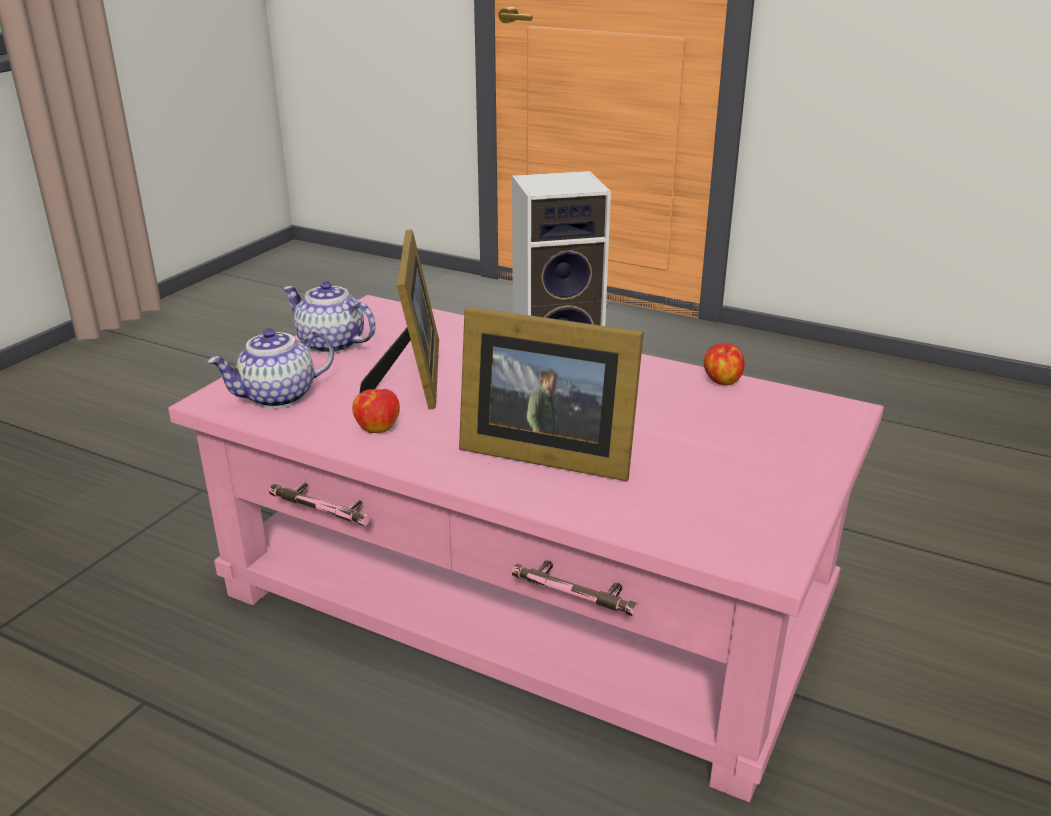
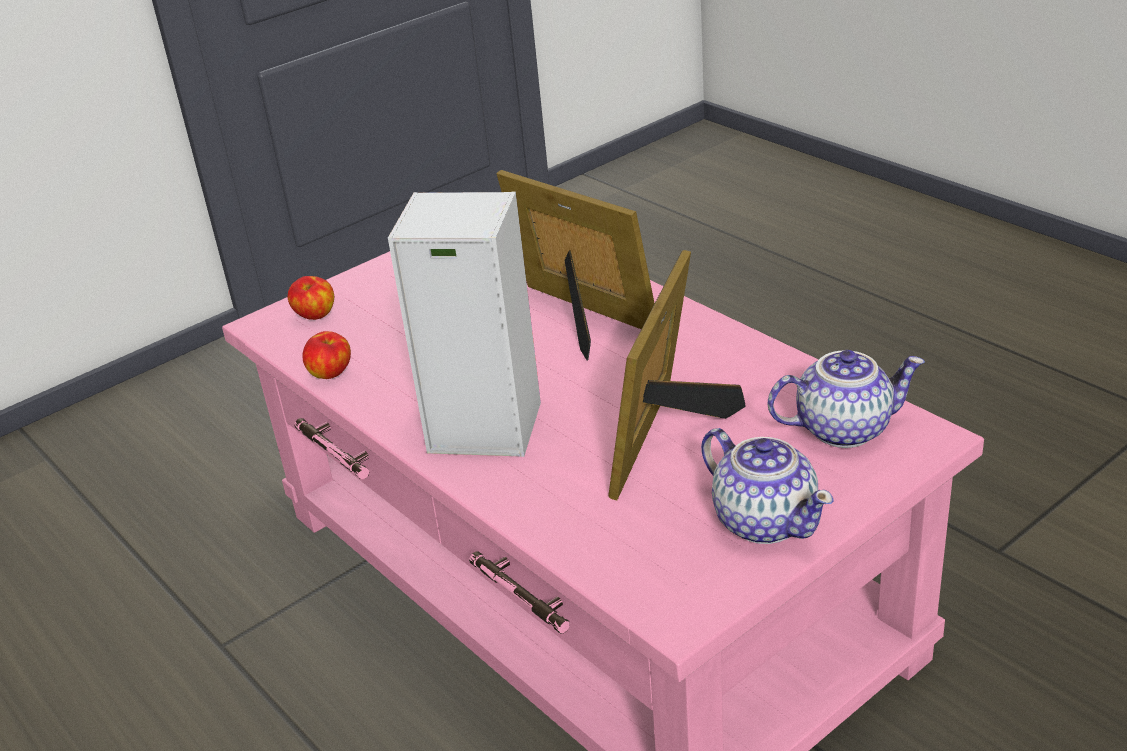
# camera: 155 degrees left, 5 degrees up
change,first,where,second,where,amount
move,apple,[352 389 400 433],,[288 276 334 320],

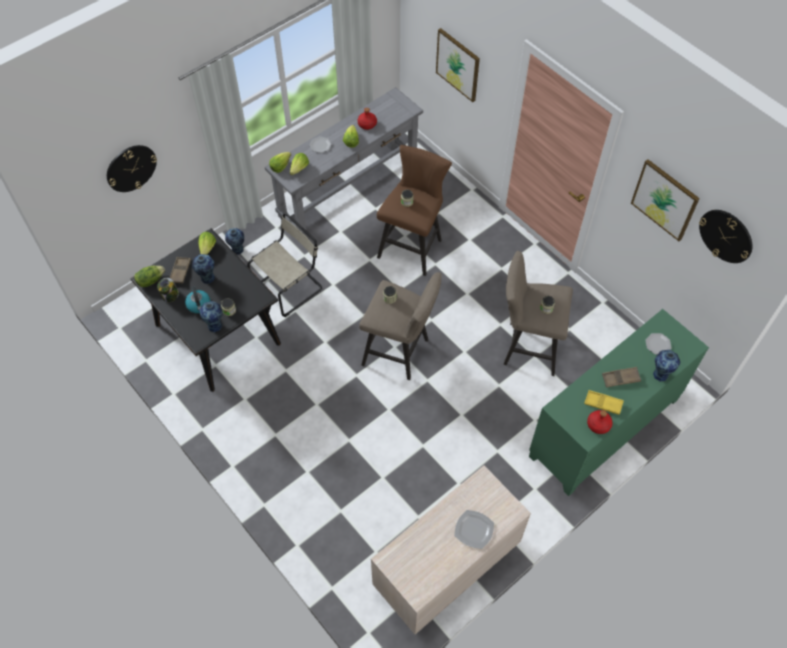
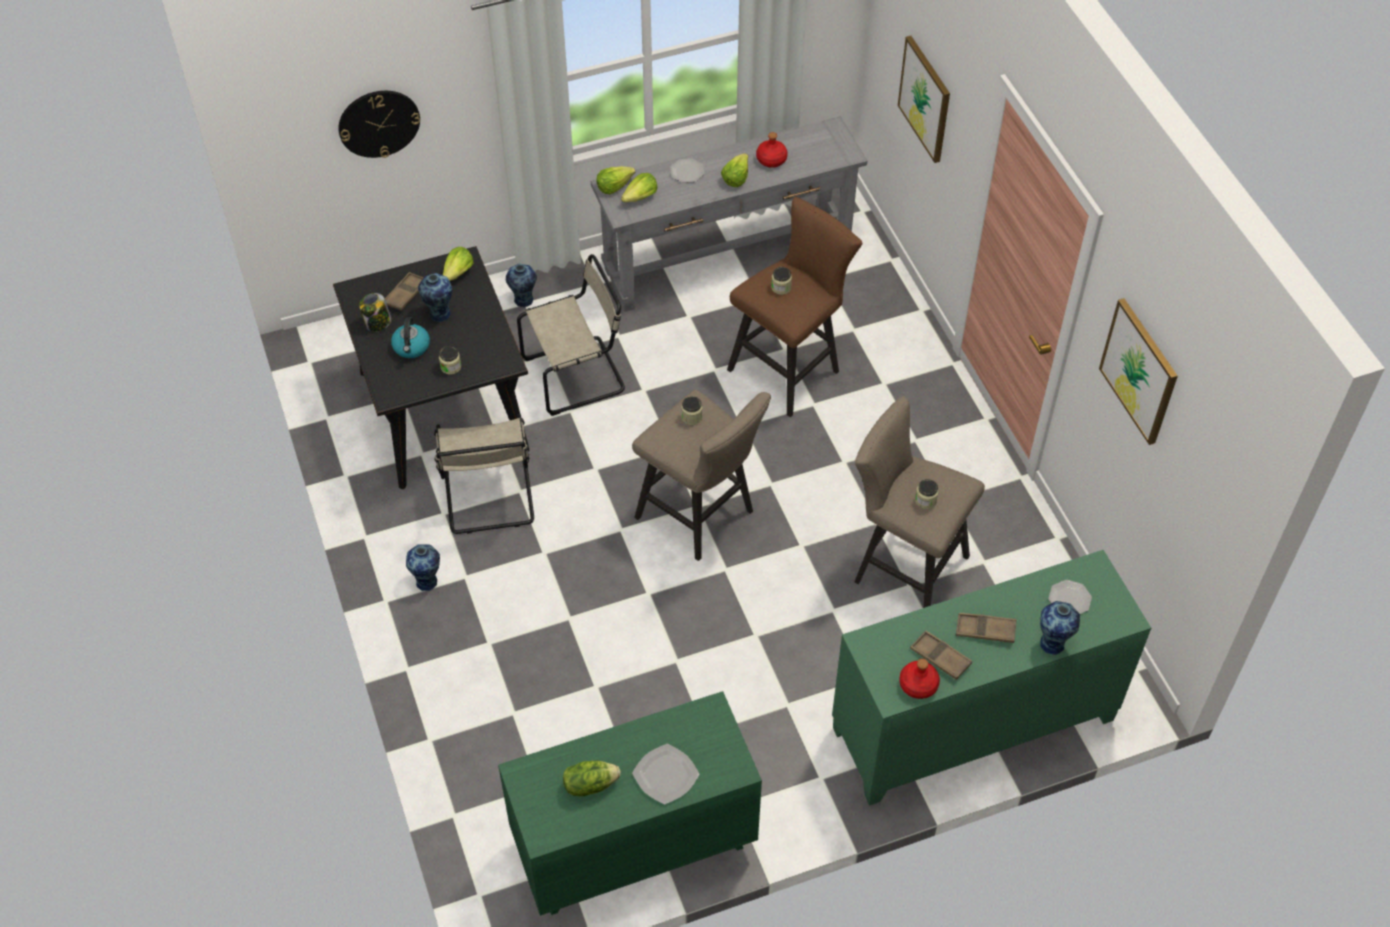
# camera: 20 degrees right, 5 degrees down
change,first,where,second,where,amount
delete,wall clock,[699 210 753 263],,,
insert,,,beige chair,[434 414 534 534],
move,lettuce,[134 266 165 287],,[563 761 621 796],
move,vase,[199 301 223 332],,[406 544 440 592],
recolor,beige dresser,[371 465 531 635],green dresser,[498 691 762 916],
recolor,yellow tray,[584 390 624 415],brown tray,[910 630 972 680],

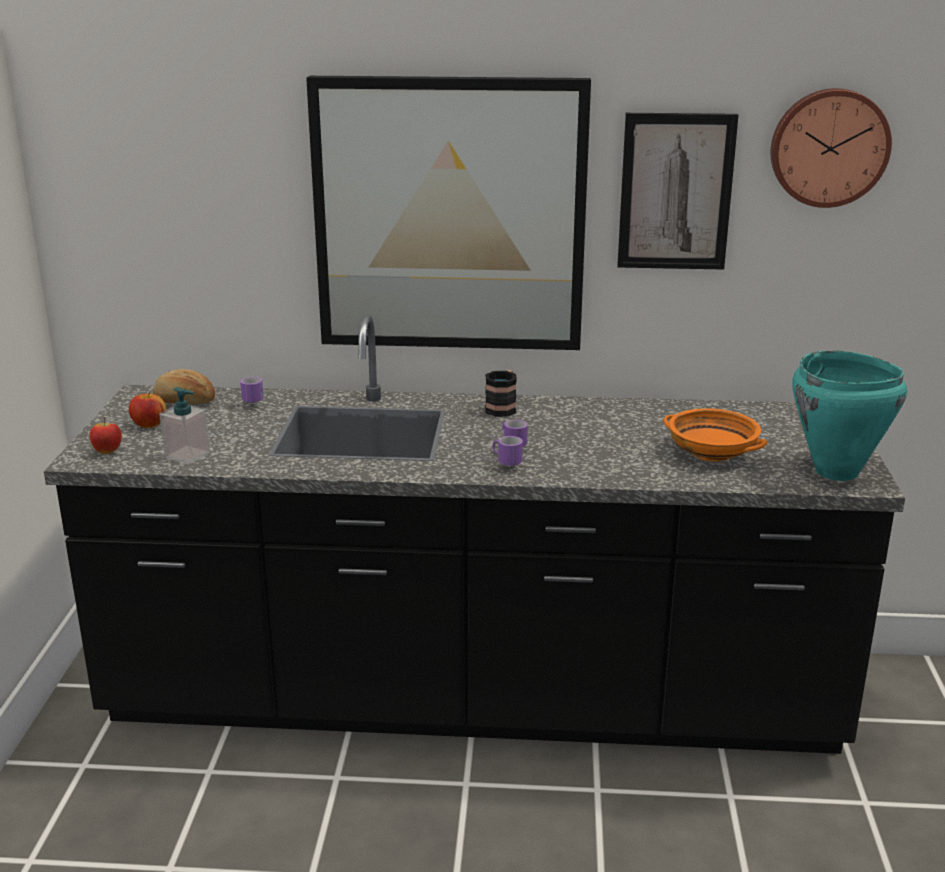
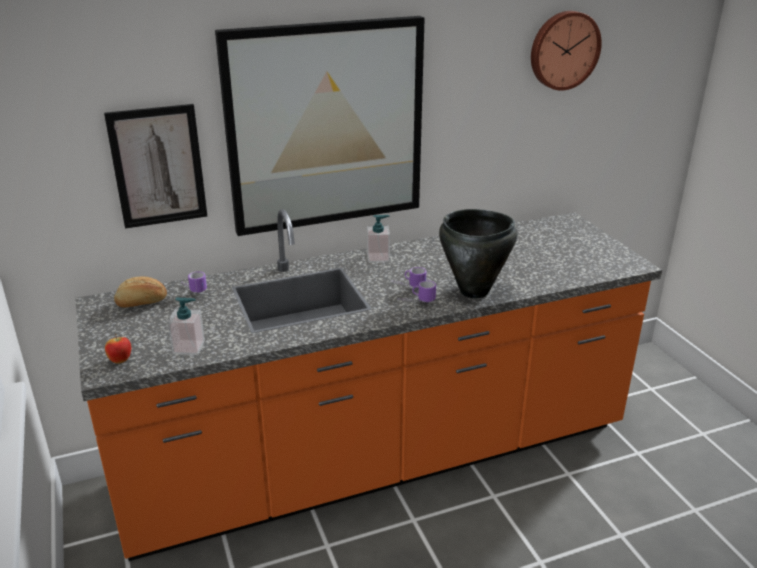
# camera: 25 degrees left, 5 degrees up
change,first,where,second,where,amount
delete,apple,[129 392 166 428],,,
delete,orange bowl,[663 408 768 462],,,
delete,turquoise cooking pot,[792 350 907 481],,,
insert,,,black cooking pot,[439 209 518 298],
move,picture,[617 113 739 270],,[104 104 207 229],
replace,mug,[485 370 517 417],soap dispenser,[367 215 390 263],
recolor,black counter,[44 314 905 754],orange counter,[75 209 662 561],

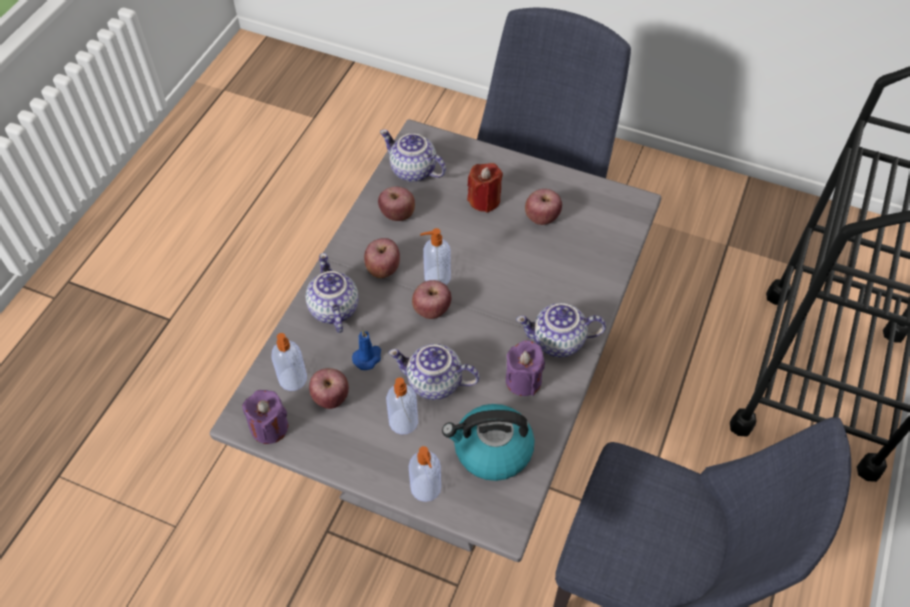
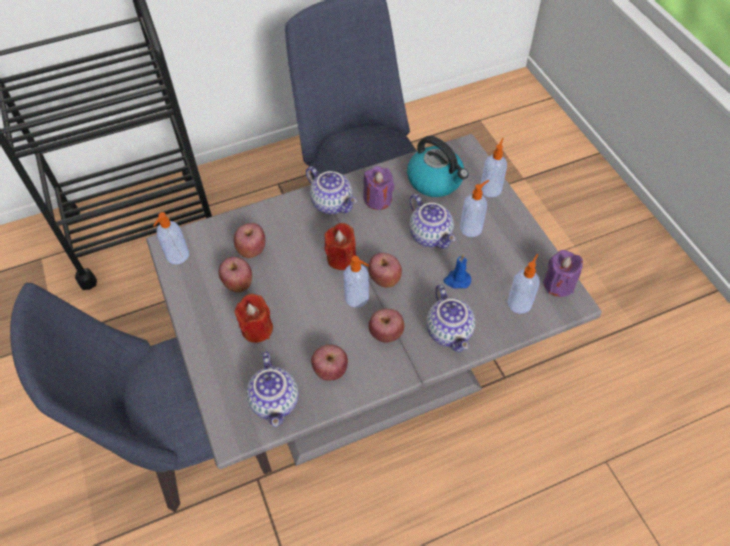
# camera: 135 degrees left, 0 degrees up
change,first,where,second,where,amount
insert,,,soap dispenser,[153 212 189 264],
insert,,,red candle,[324 223 356 270],
move,apple,[309 368 349 409],,[234 223 265 258],
rotate,teapot,[306 253 359 333],,[426 284 475 352],45 degrees counterclockwise

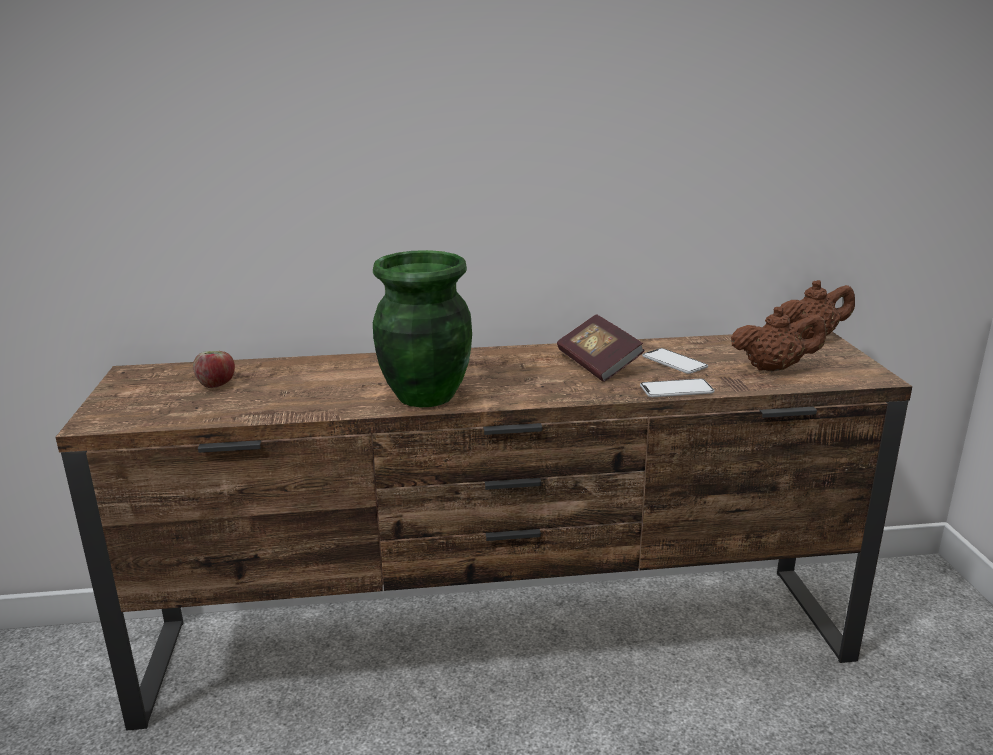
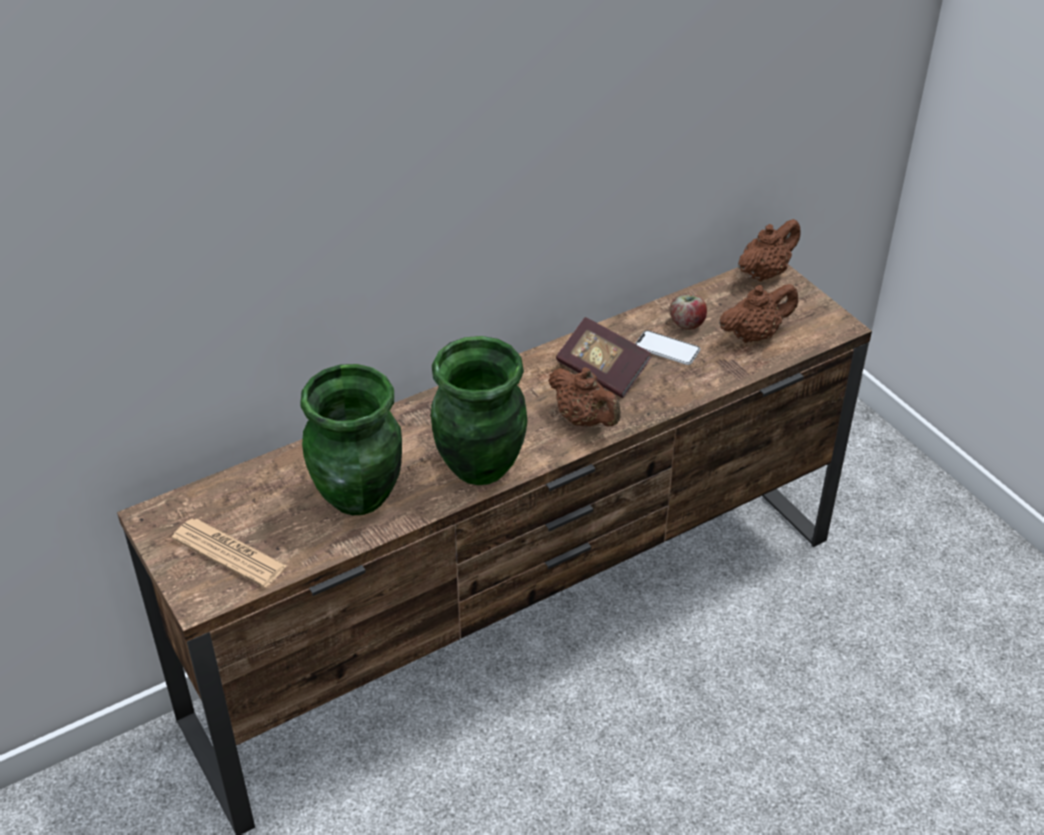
# camera: 25 degrees left, 20 degrees up
change,first,where,second,where,amount
delete,phone,[640 379 715 397],,,
insert,,,newspaper,[172 519 287 588],
insert,,,green vase,[300 364 402 515],
insert,,,brown teapot,[548 367 621 427],
move,apple,[193 351 235 388],,[670 294 707 330],

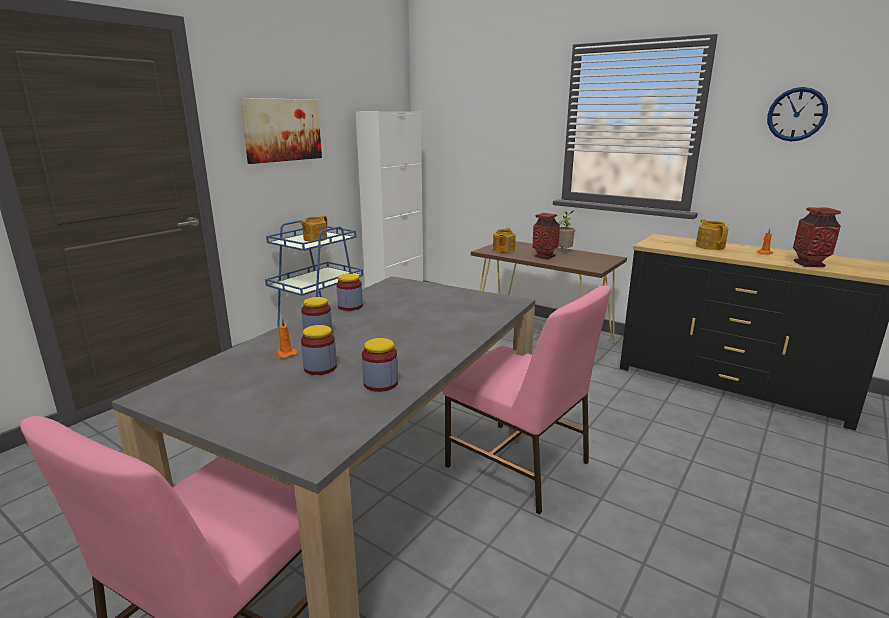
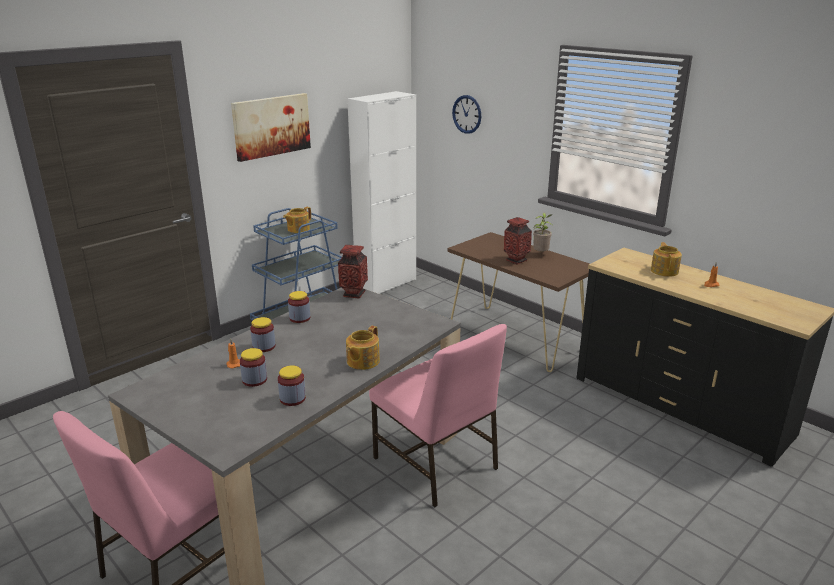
# camera: 10 degrees right, 5 degrees up
change,first,where,second,where,amount
move,teapot,[493 228 516 253],,[346 326 380 370],
move,wall clock,[767 87 828 141],,[452 95 481 134],
move,vase,[793 207 841 267],,[338 245 368 299],

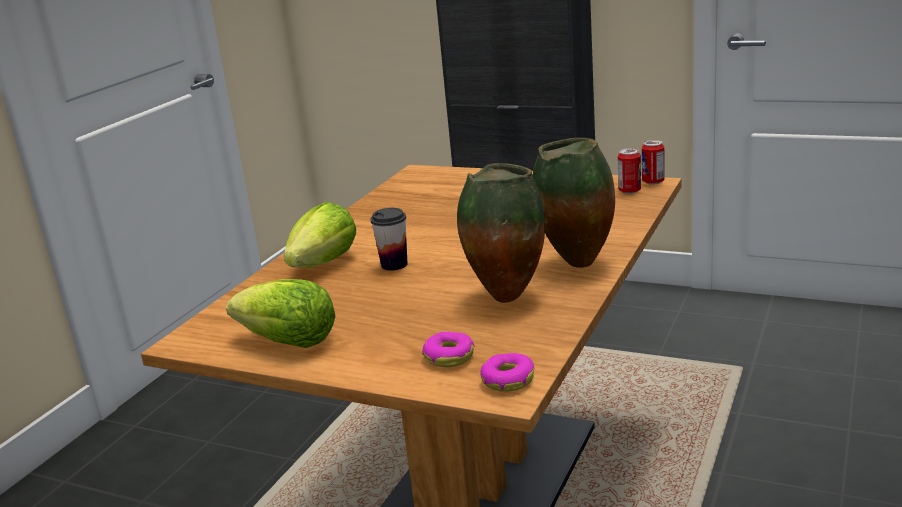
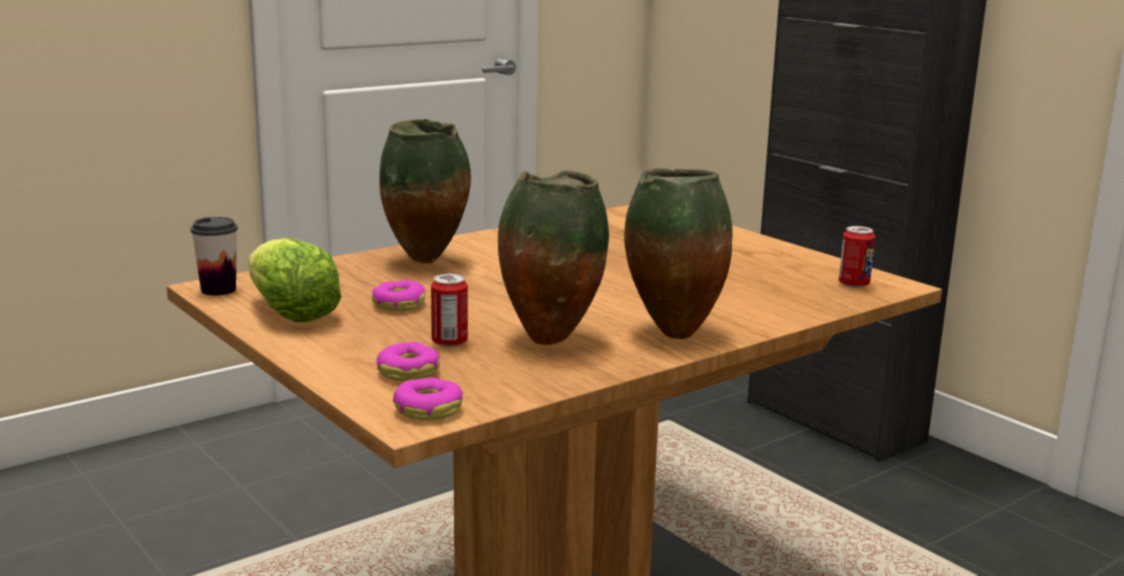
# camera: 25 degrees right, 5 degrees down
change,first,where,second,where,amount
insert,,,donut,[372 280 426 311],
move,cup,[370 208 408 271],,[190 217 238 296],
move,can,[642 140 664 185],,[431 274 468 347],
replace,lettuce,[284 202 356 268],vase,[379 119 471 263],

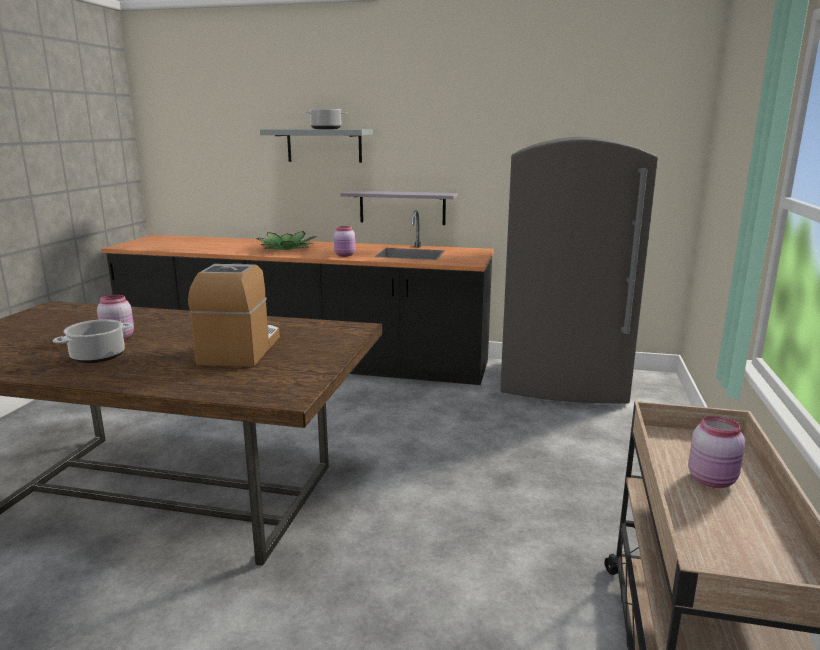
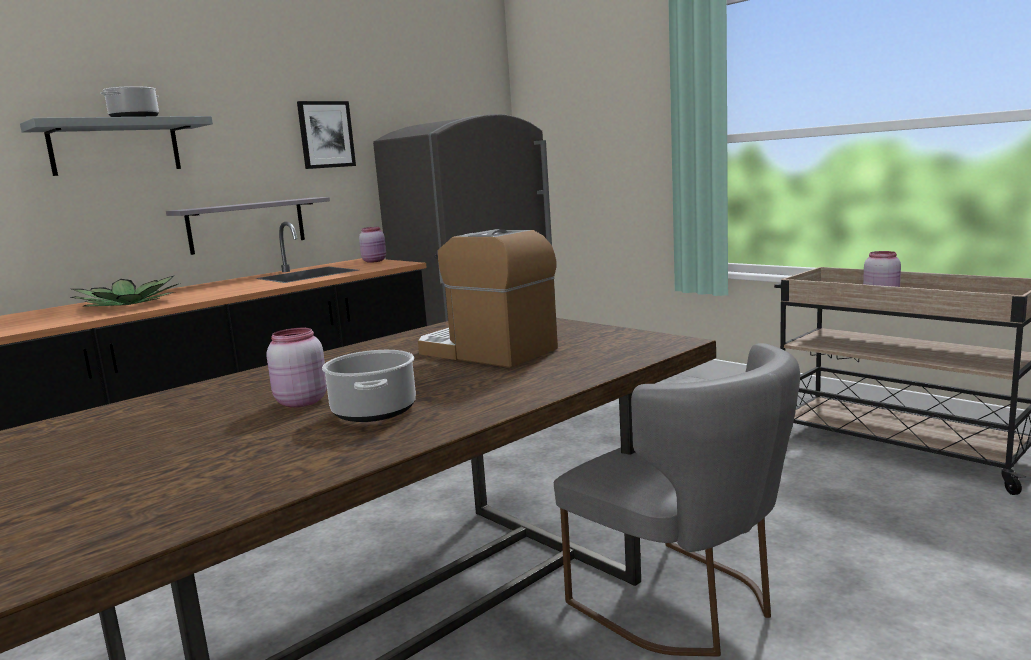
# camera: 55 degrees left, 5 degrees down
change,first,where,second,where,amount
insert,,,picture,[297 101 356 169],
insert,,,grey chair,[554 343 800 657],
move,pink jar,[334 226 355 257],,[359 227 386 263],

